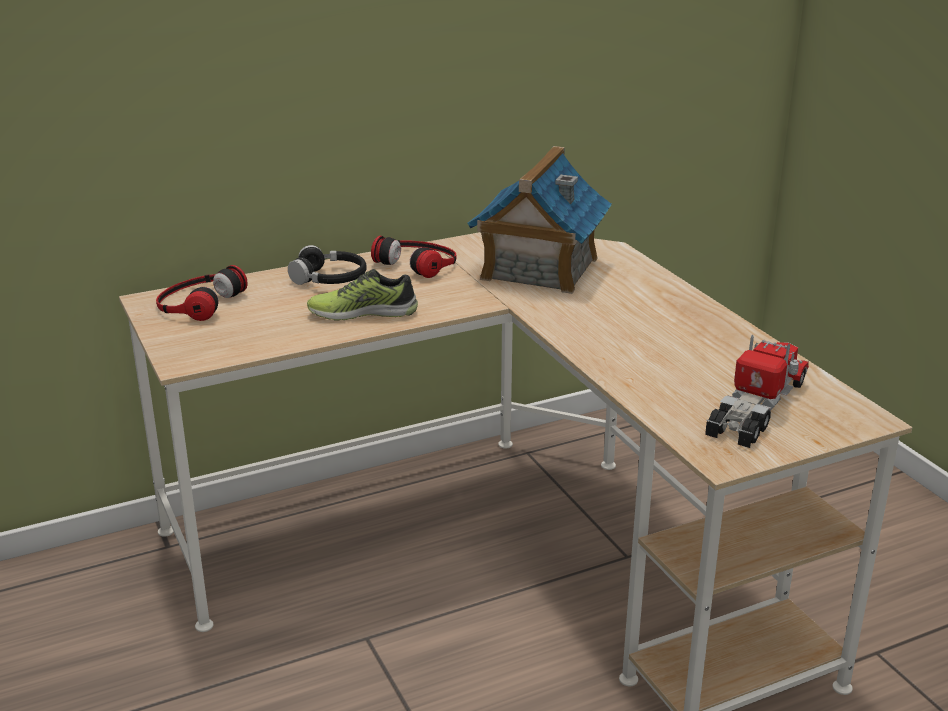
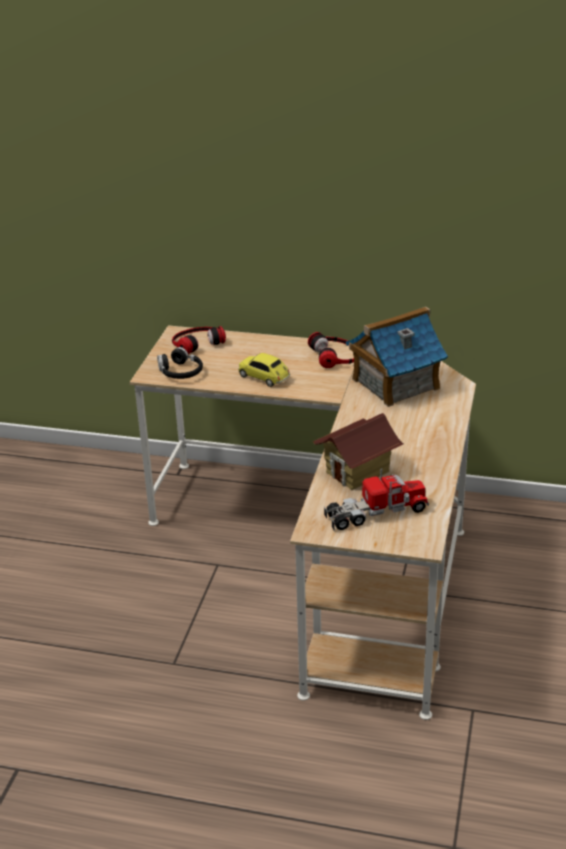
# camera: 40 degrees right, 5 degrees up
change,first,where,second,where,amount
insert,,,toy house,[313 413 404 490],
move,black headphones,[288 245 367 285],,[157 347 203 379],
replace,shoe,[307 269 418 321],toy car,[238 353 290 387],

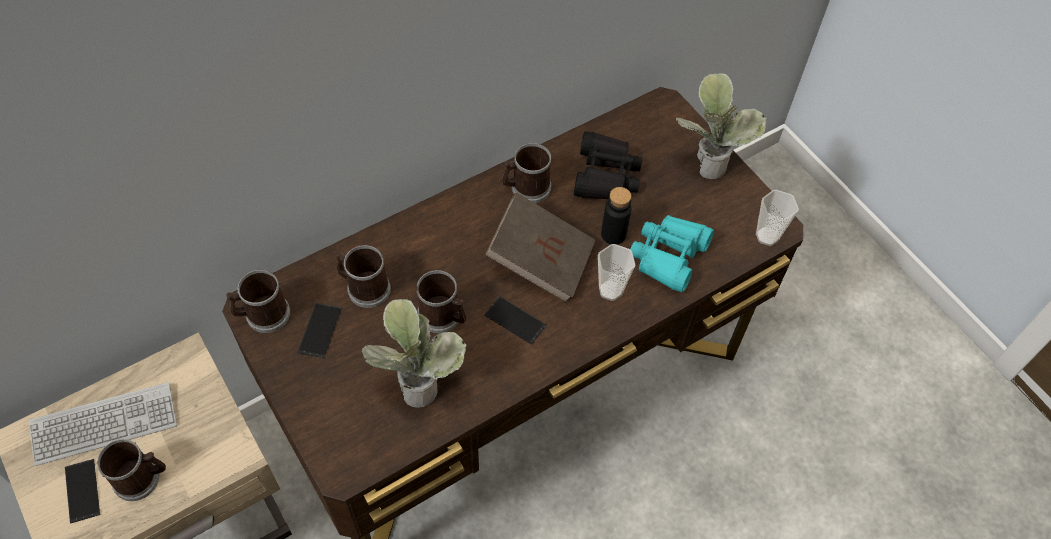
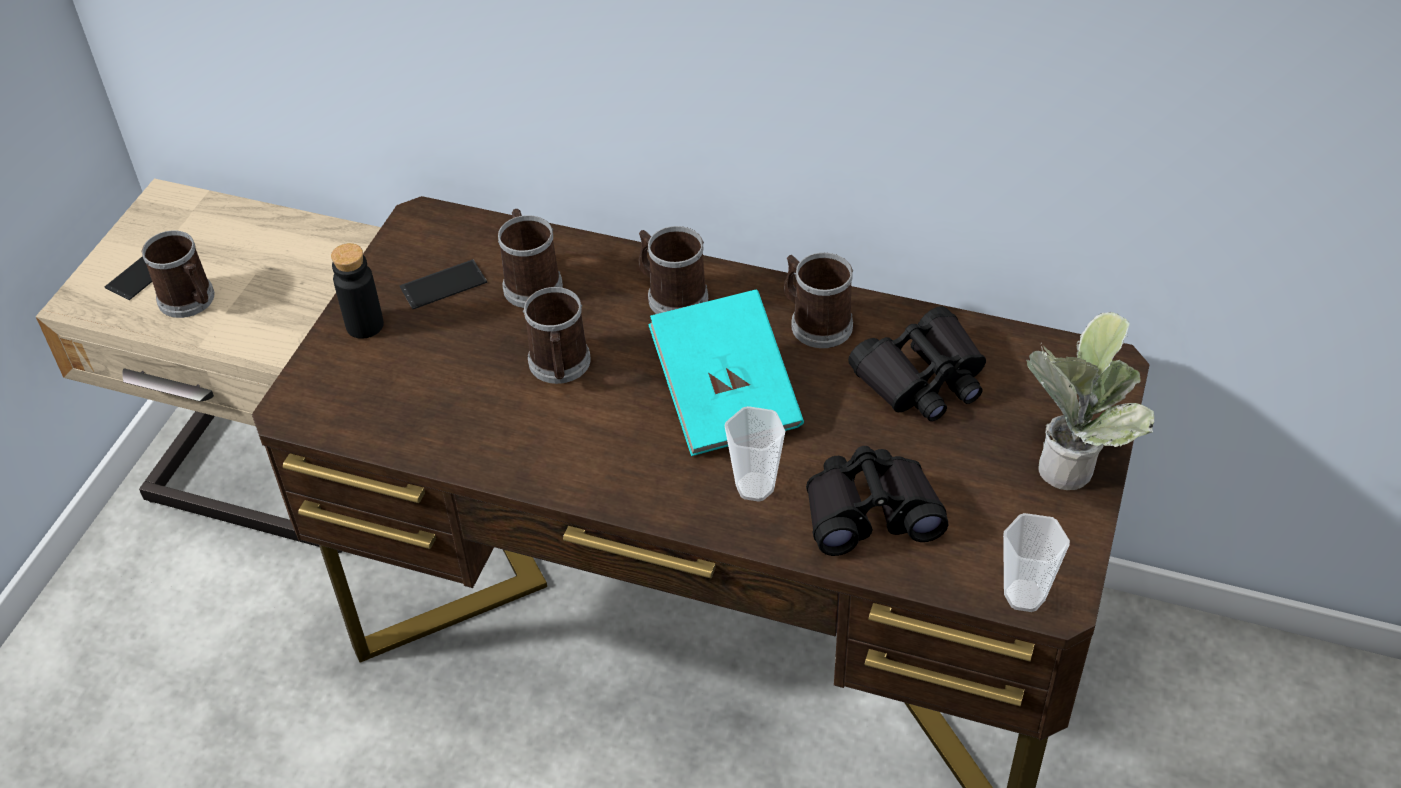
# camera: 55 degrees right, 10 degrees down
change,first,where,second,where,amount
delete,keyboard,[29 382 177 466],,,
delete,potted plant,[362 299 467 408],,,
delete,phone,[484 296 547 345],,,
move,mug,[226 270 290 333],,[638 226 708 314],
move,black bottle,[601 187 631 245],,[331 243 384 339],
recolor,brown book,[485 192 596 302],turquoise book,[648 290 804 456],
recolor,turquoise binoculars,[630 215 714 292],black binoculars,[806 446 948 556],

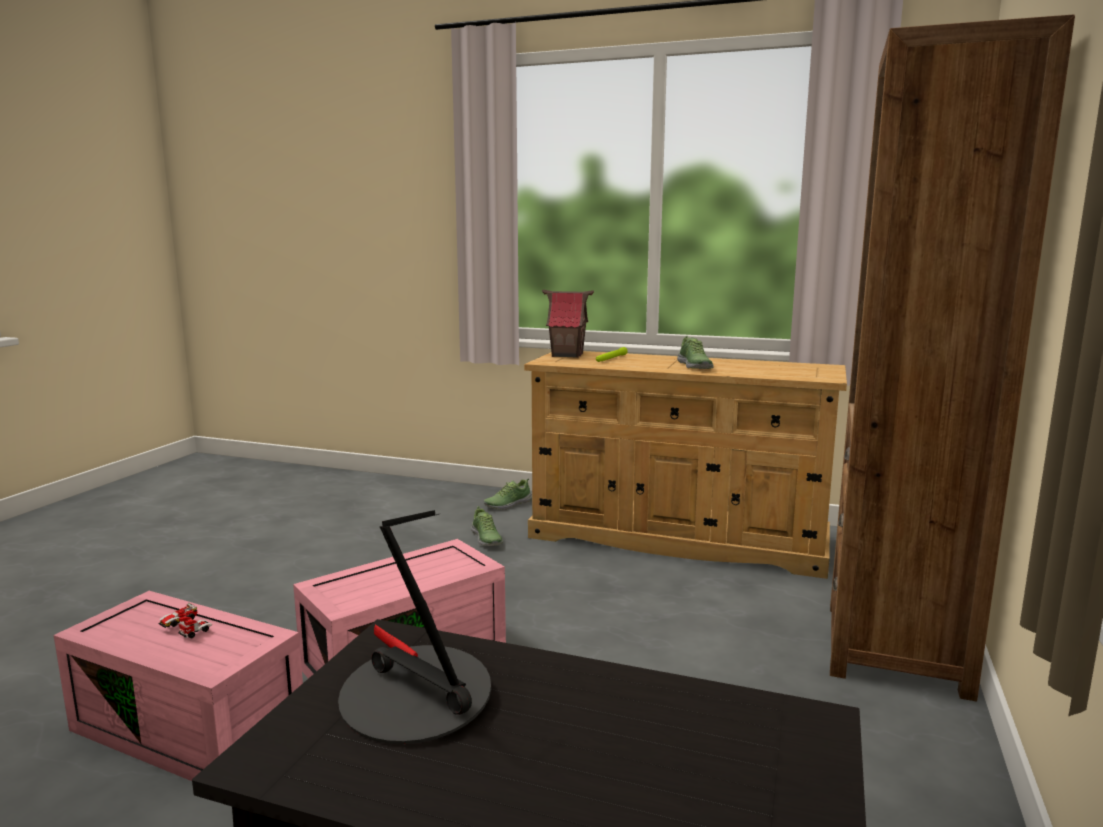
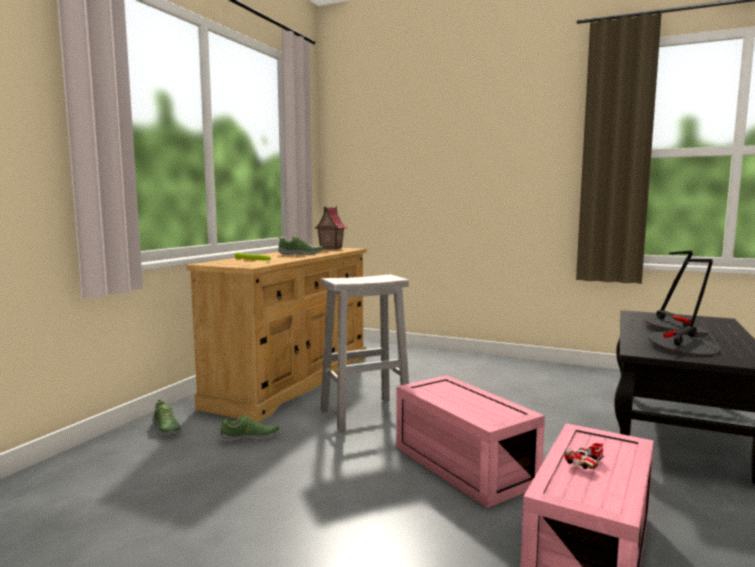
# camera: 85 degrees left, 5 degrees down
change,first,where,second,where,amount
delete,brown bookcase,[830 14 1075 702],,,
insert,,,white stool,[320 275 409 432],
insert,,,table lamp,[643 251 708 334],
move,toy house,[542 290 594 358],,[315 206 347 249],

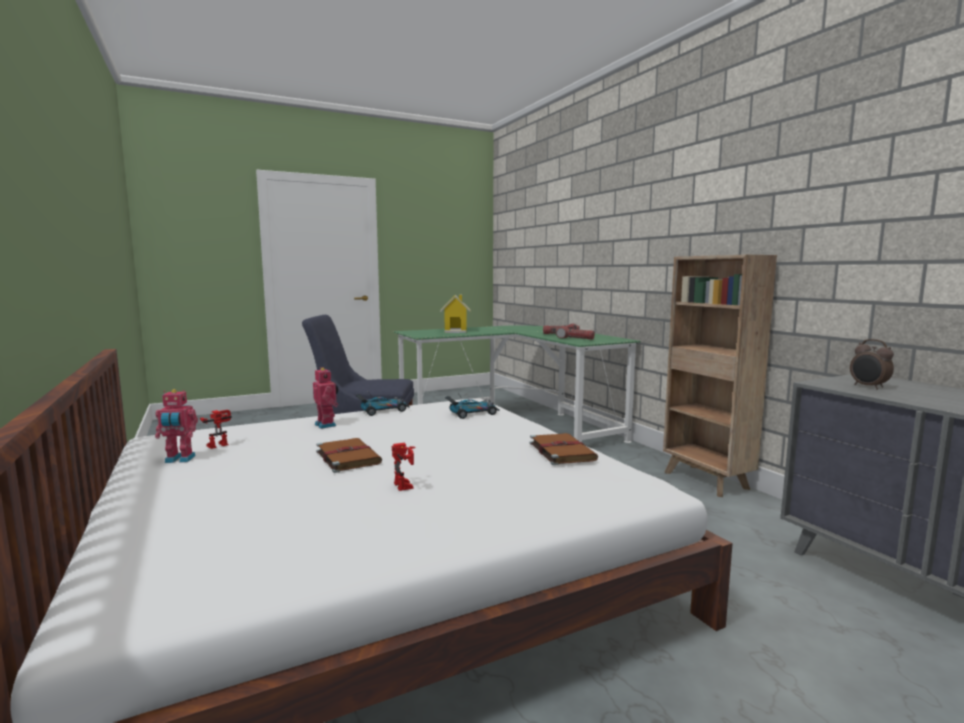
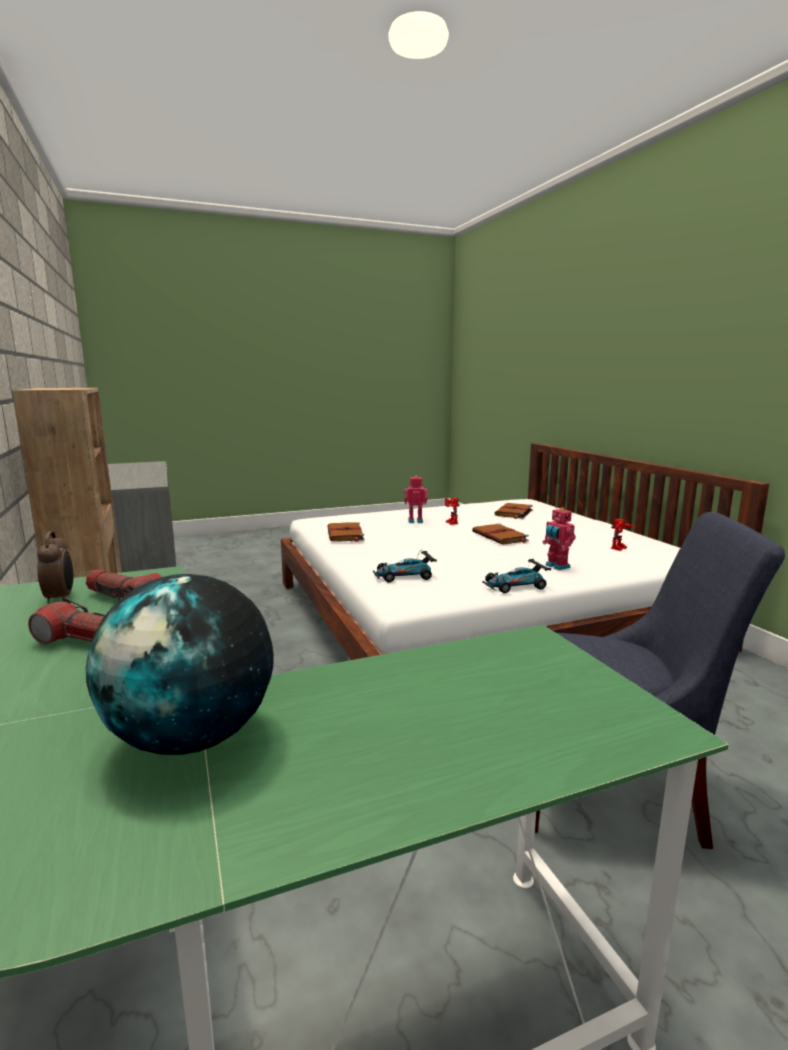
# camera: 175 degrees left, 5 degrees up
change,first,where,second,where,amount
delete,toy house,[440 295 471 333],,,
insert,,,globe,[86 574 274 755],
insert,,,brown book,[495 503 533 519],
move,toy robot,[155 389 198 463],,[404 475 428 523],
move,alarm clock,[850 339 894 390],,[37 531 73 603],

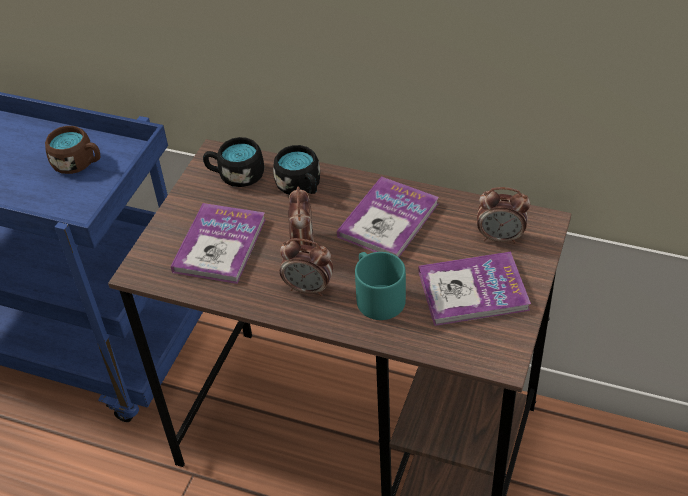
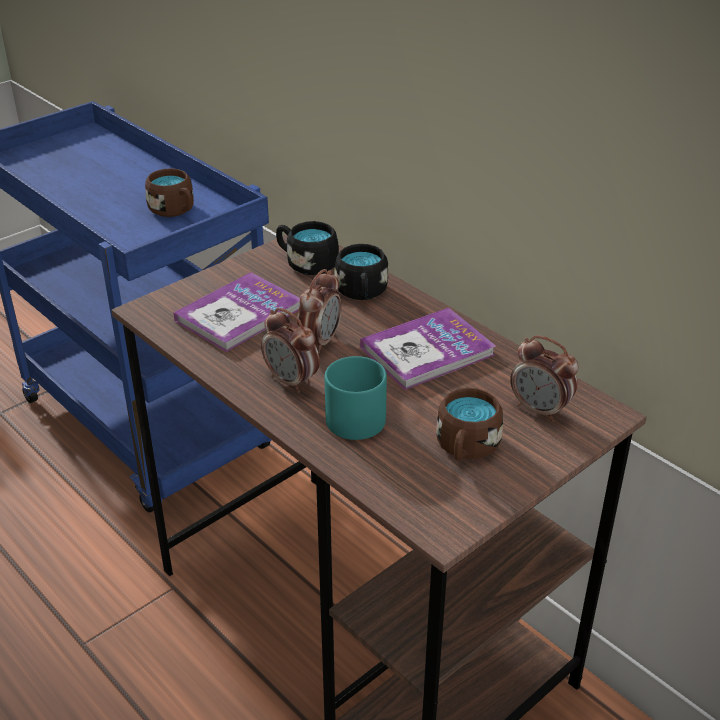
# camera: 25 degrees right, 10 degrees down
change,first,where,second,where,amount
replace,book,[418 252 531 326],brown mug,[436 388 503 460],

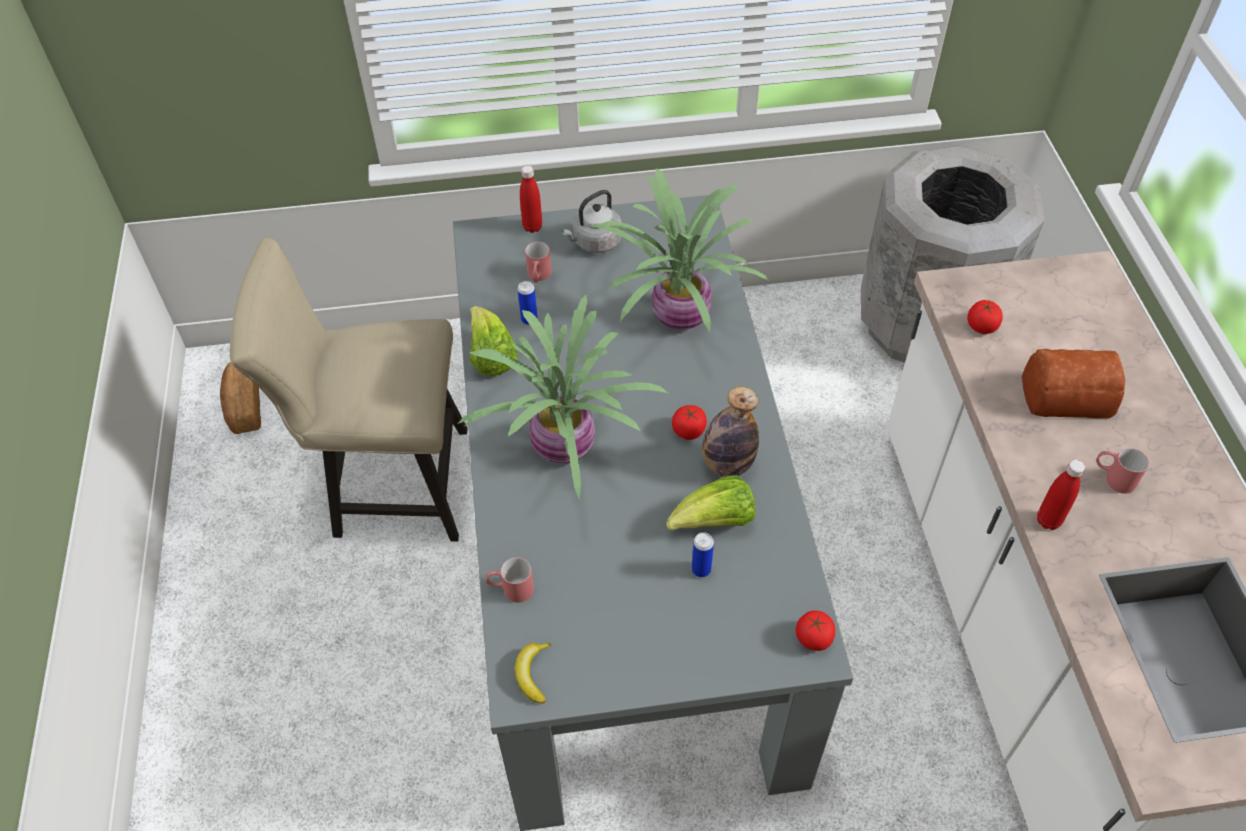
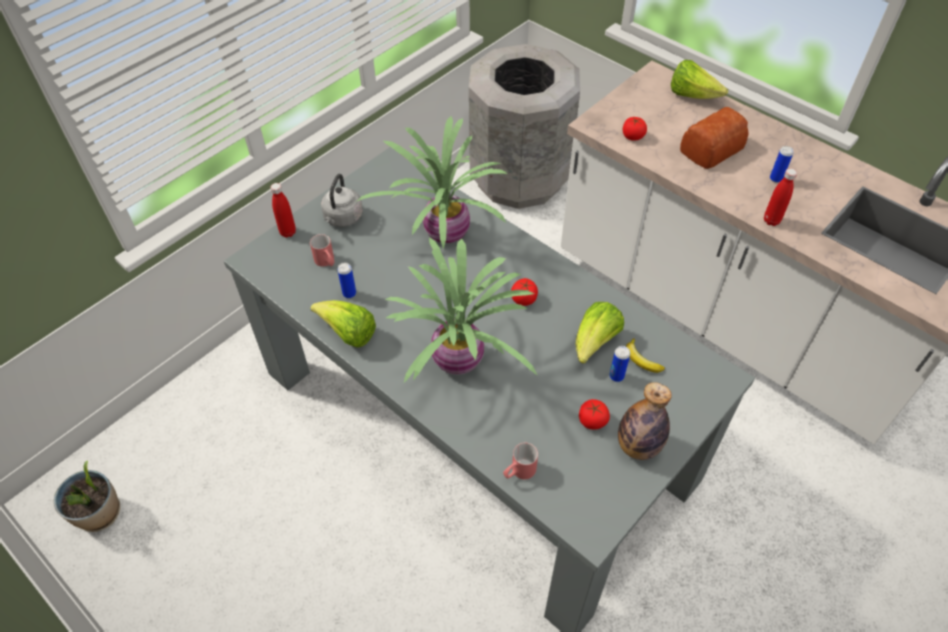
# camera: 40 degrees left, 0 degrees up
change,first,where,second,where,amount
delete,beige chair,[230 237 467 542],,,
insert,,,lettuce,[671 60 728 99],
move,banana,[515 643 552 703],,[626 338 665 373],
move,bottle,[702 386 759 477],,[618 382 672 460],
move,tomato,[796 610 835 651],,[579 399 610 430],
replace,bread,[220 362 261 434],potted plant,[54 461 120 532],
replace,red mug,[1096 448 1149 494],can,[770 146 794 183],

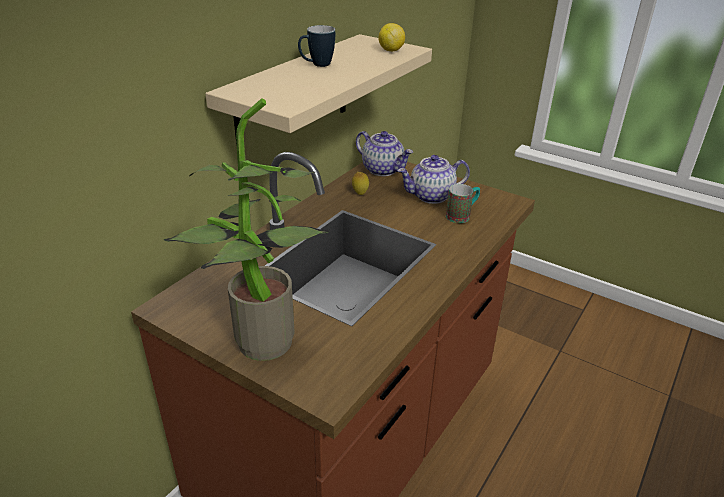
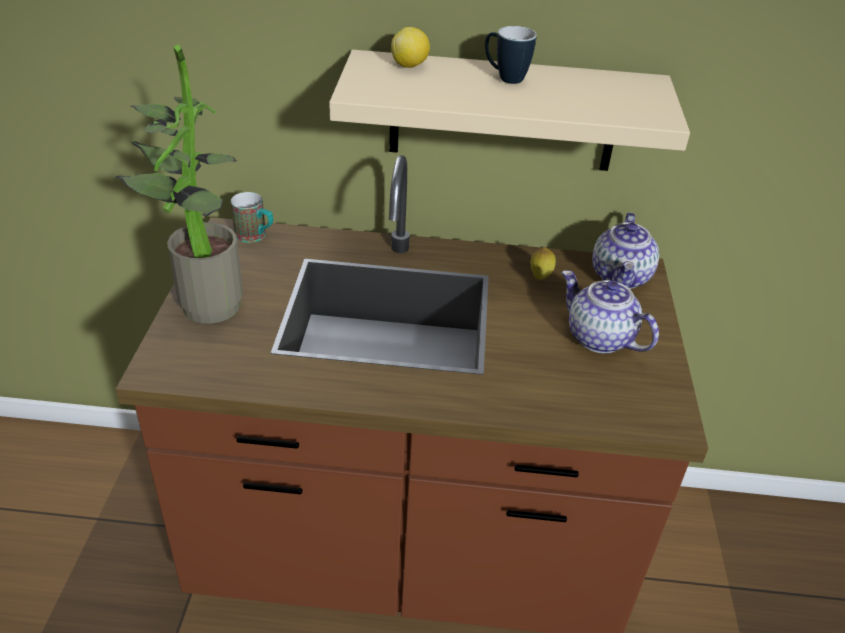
# camera: 60 degrees right, 5 degrees up
change,first,where,second,where,amount
move,lemon,[379 23 405 51],,[391 27 430 68],
move,mug,[446 184 480 223],,[231 192 273 243],

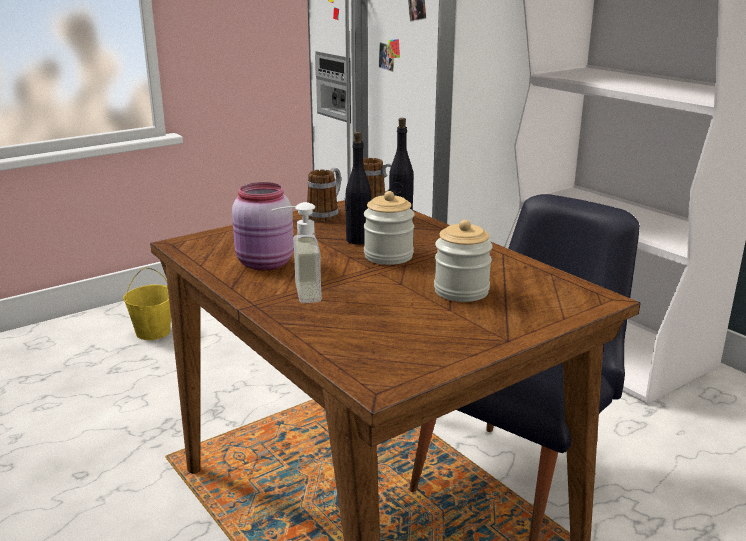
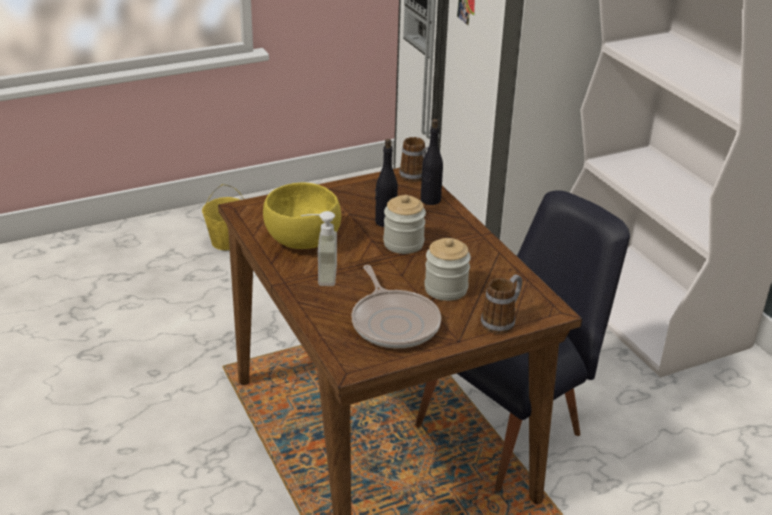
# camera: 10 degrees right, 10 degrees up
change,first,where,second,where,amount
insert,,,frying pan,[352 265 441 348],
move,mug,[307 168 341 222],,[481 275 522 334],
replace,pink jar,[232 182 294 271],yellow bowl,[263 182 341 249],

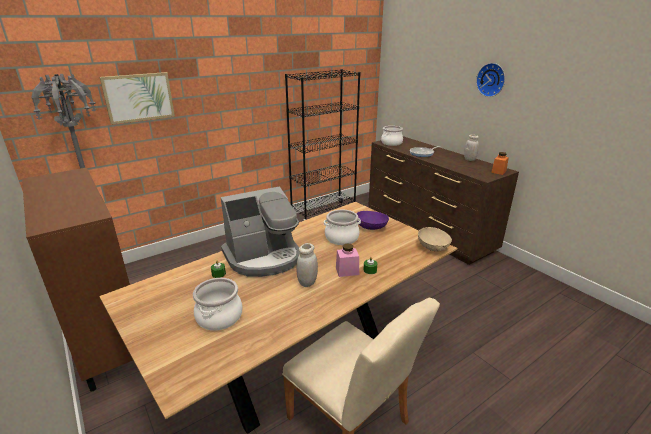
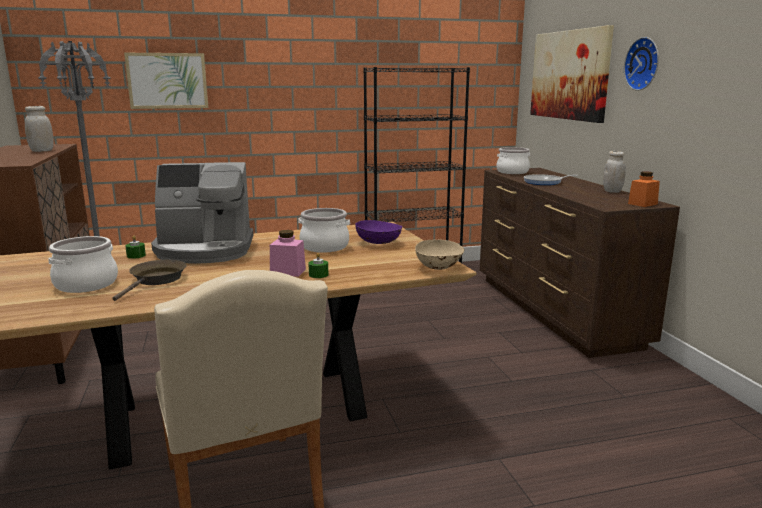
# camera: 20 degrees right, 10 degrees down
change,first,where,second,where,amount
insert,,,brown frying pan,[112 260 187 301],
insert,,,picture,[530 25 614 123],
move,white jar,[296 243 318 287],,[25 106 54 152],

